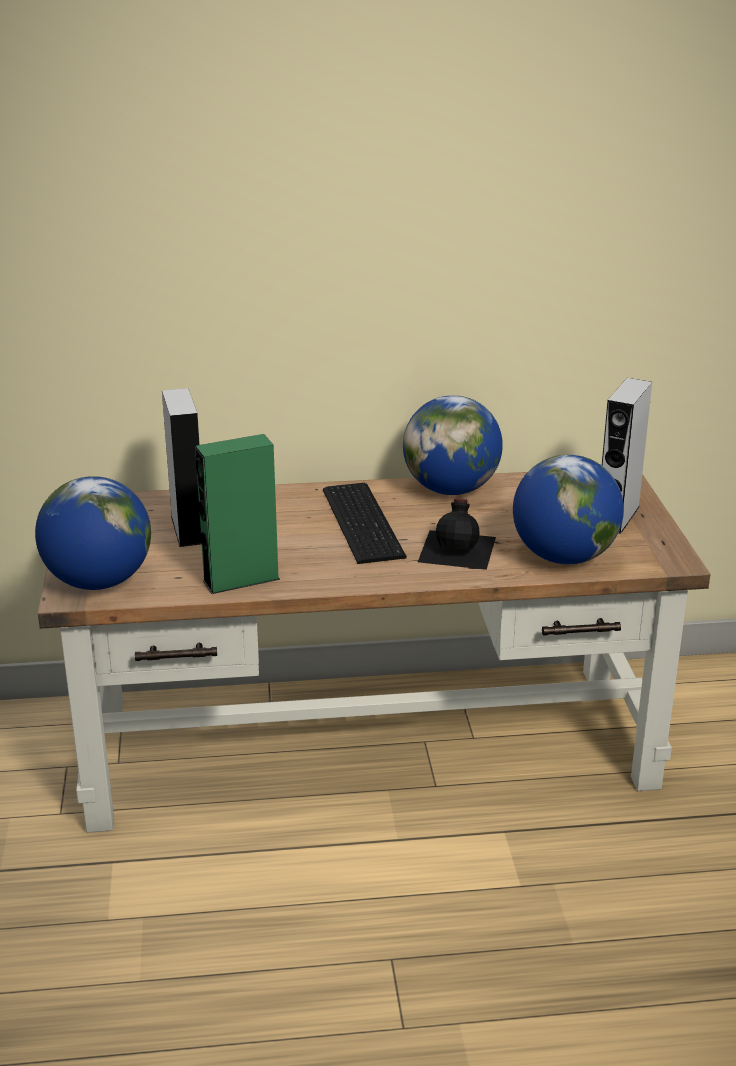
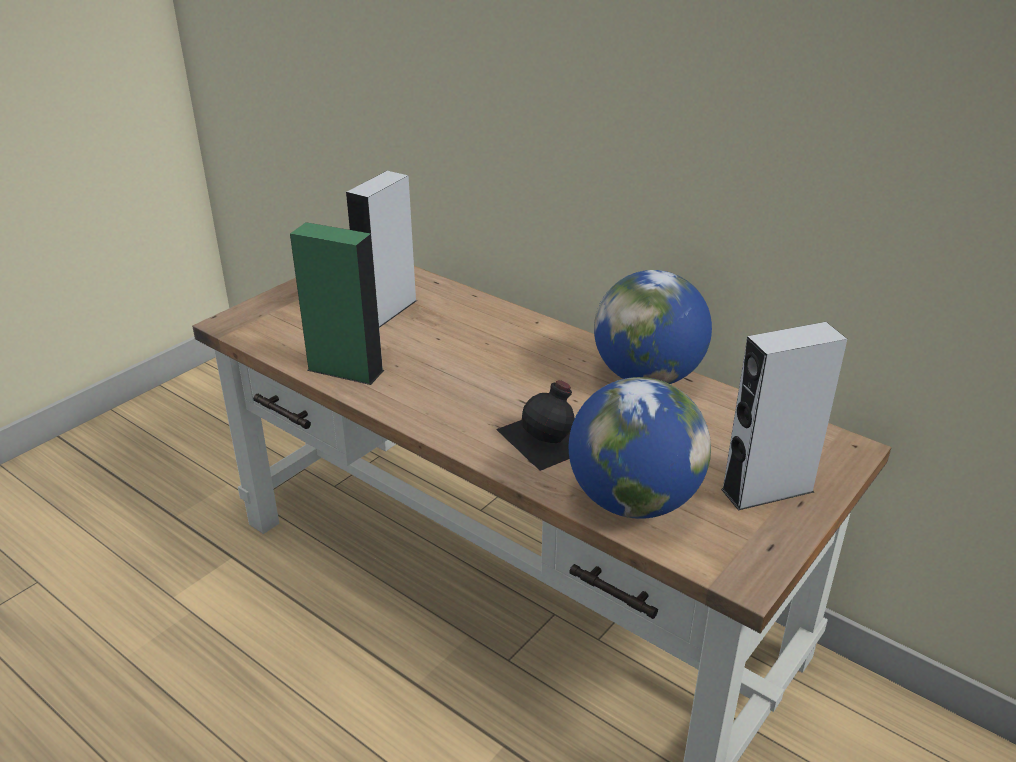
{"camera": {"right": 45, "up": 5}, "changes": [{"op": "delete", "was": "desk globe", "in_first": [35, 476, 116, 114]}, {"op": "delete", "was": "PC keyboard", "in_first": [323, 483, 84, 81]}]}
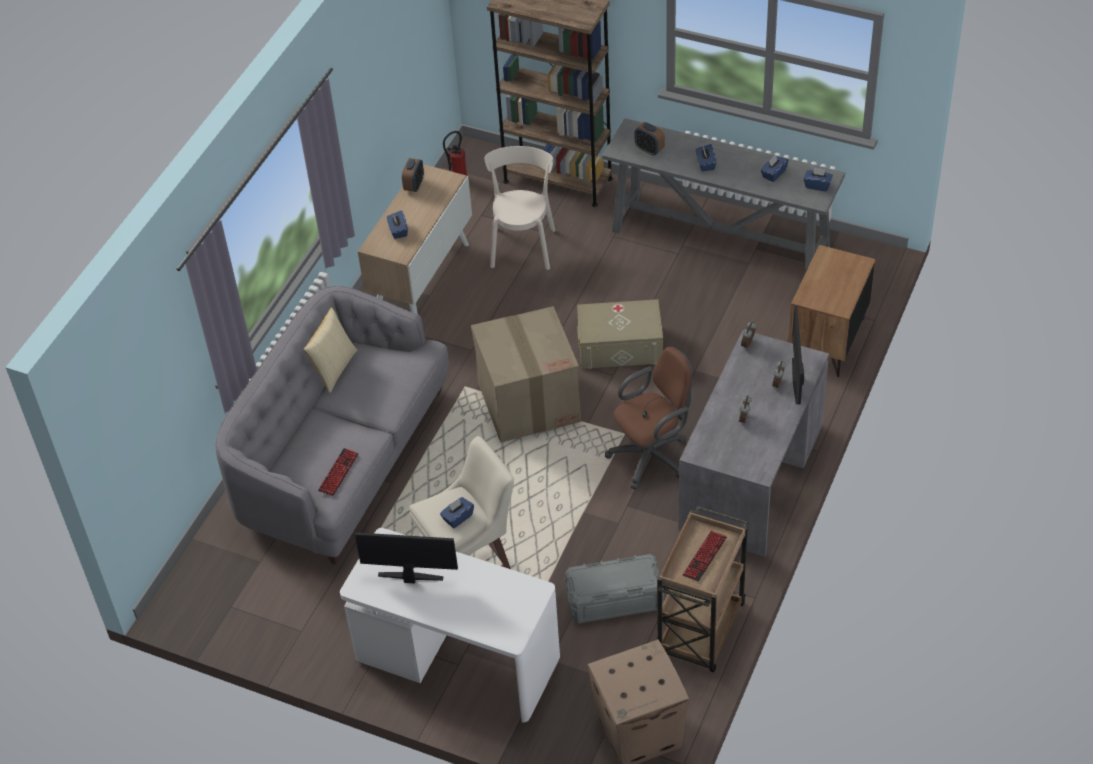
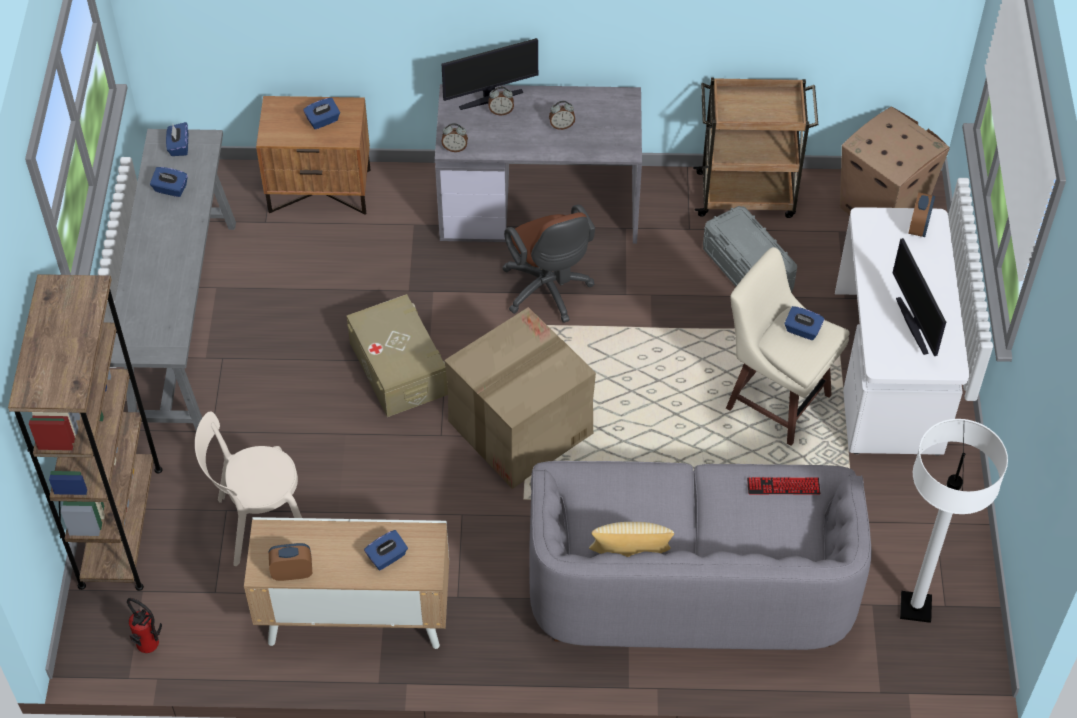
{"camera": {"right": -115, "up": 5}, "changes": [{"op": "move", "was": "bedside clock", "in_first": [634, 122, 31, 34], "in_second": [908, 192, 27, 45]}, {"op": "move", "was": "box of tissues in bluish", "in_first": [696, 144, 20, 27], "in_second": [303, 98, 37, 31]}, {"op": "rotate", "was": "office chair in brown-coloured", "in_first": [605, 347, 88, 143], "in_second": [502, 204, 93, 119], "clockwise": -150}, {"op": "delete", "was": "PC keyboard", "in_first": [683, 531, 44, 51]}, {"op": "insert", "now": "standing lamp in white", "in_second": [900, 419, 108, 204]}]}
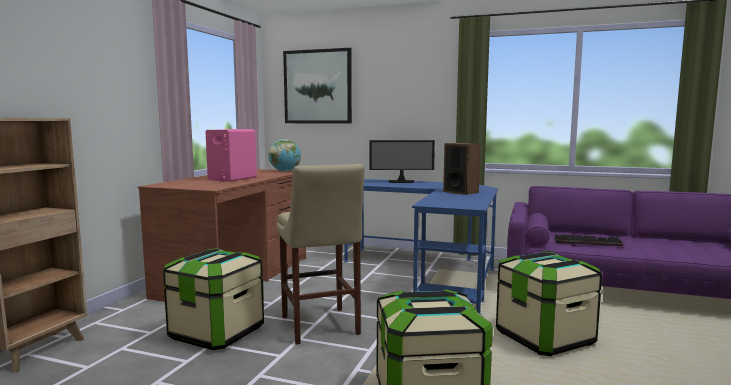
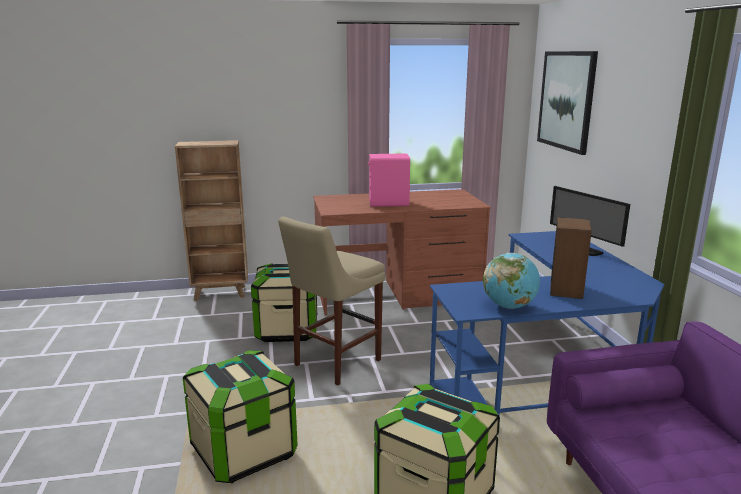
{"camera": {"right": 60, "up": 10}, "changes": [{"op": "move", "was": "desk globe", "in_first": [269, 139, 32, 33], "in_second": [483, 253, 57, 56]}, {"op": "delete", "was": "PC keyboard", "in_first": [554, 234, 69, 12]}]}
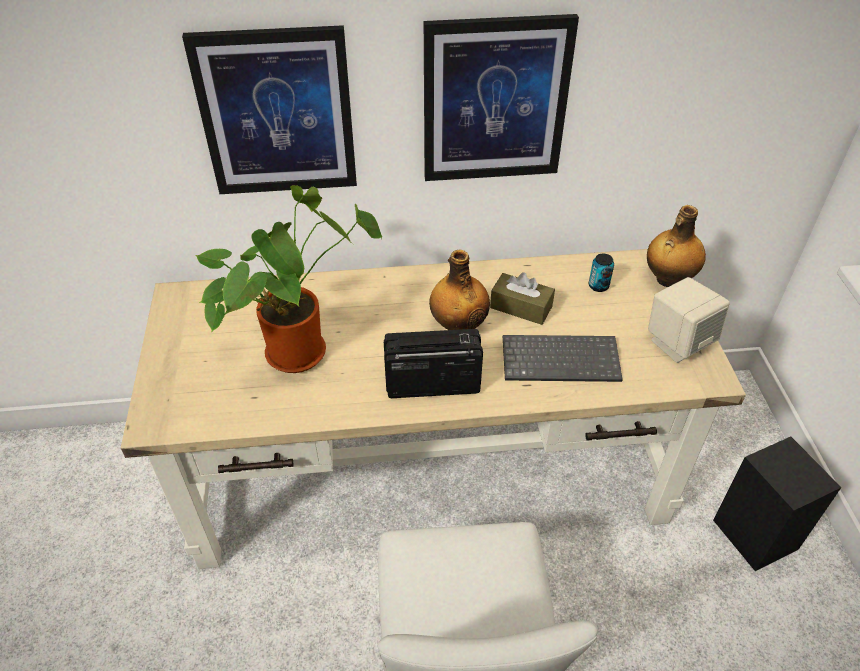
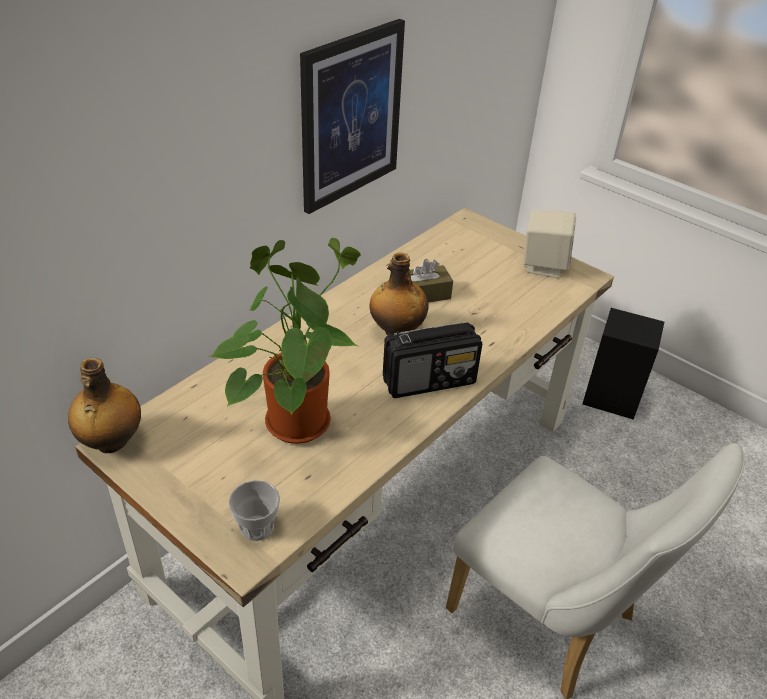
{"camera": {"right": -45, "up": -5}, "changes": [{"op": "delete", "was": "wall art", "in_first": [182, 25, 175, 169]}, {"op": "move", "was": "bottle", "in_first": [647, 205, 59, 82], "in_second": [68, 358, 73, 95]}, {"op": "delete", "was": "sealed can", "in_first": [589, 253, 25, 39]}, {"op": "rotate", "was": "radio receiver", "in_first": [384, 329, 99, 69], "in_second": [383, 322, 99, 76], "clockwise": -150}, {"op": "delete", "was": "PC keyboard", "in_first": [503, 335, 120, 47]}, {"op": "insert", "now": "small cup", "in_second": [229, 480, 51, 61]}]}
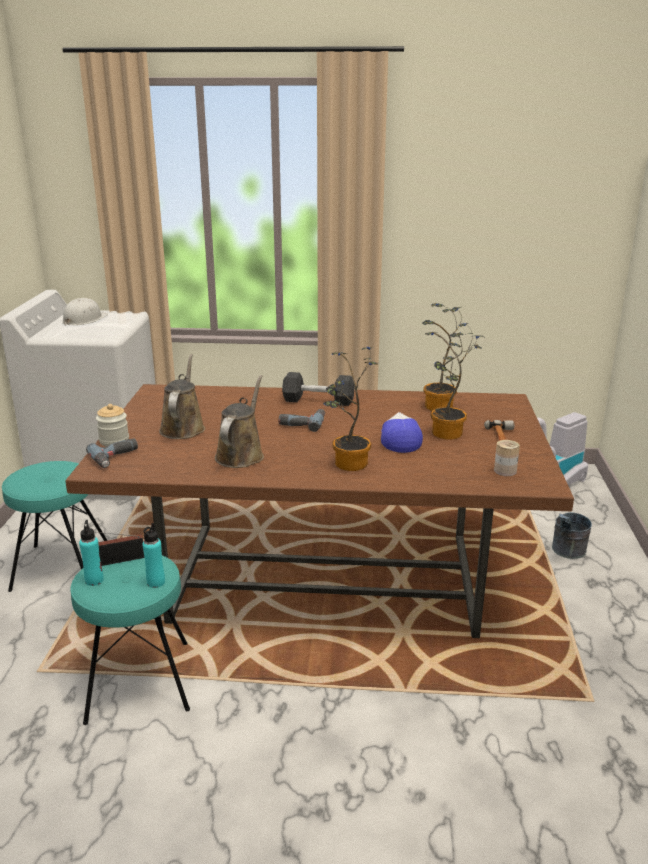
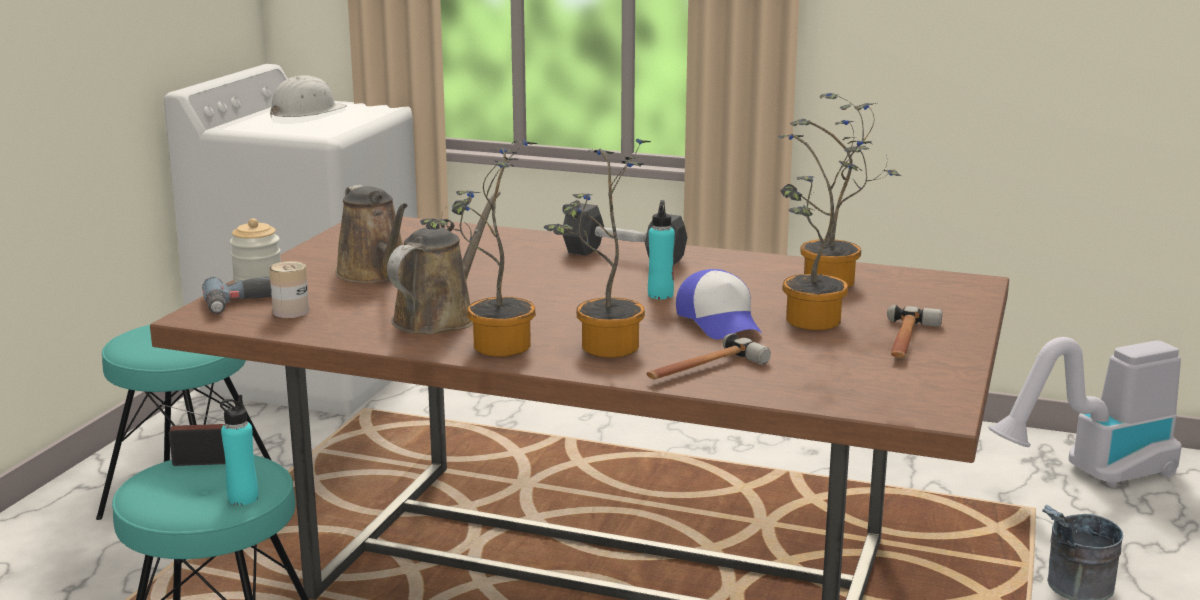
{"camera": {"right": 15, "up": -5}, "changes": [{"op": "rotate", "was": "watering pot in brown-coloured", "in_first": [159, 354, 46, 85], "in_second": [335, 185, 73, 98], "clockwise": 135}, {"op": "delete", "was": "drill", "in_first": [279, 409, 46, 23]}, {"op": "rotate", "was": "cap", "in_first": [381, 412, 42, 41], "in_second": [676, 269, 86, 70], "clockwise": 150}, {"op": "move", "was": "sealed can", "in_first": [494, 440, 26, 36], "in_second": [269, 261, 40, 57]}, {"op": "move", "was": "bottle in blue-green", "in_first": [79, 520, 25, 66], "in_second": [648, 200, 27, 99]}, {"op": "insert", "now": "potted plant", "in_second": [420, 140, 118, 217]}, {"op": "insert", "now": "tool hammer", "in_second": [647, 334, 124, 45]}]}
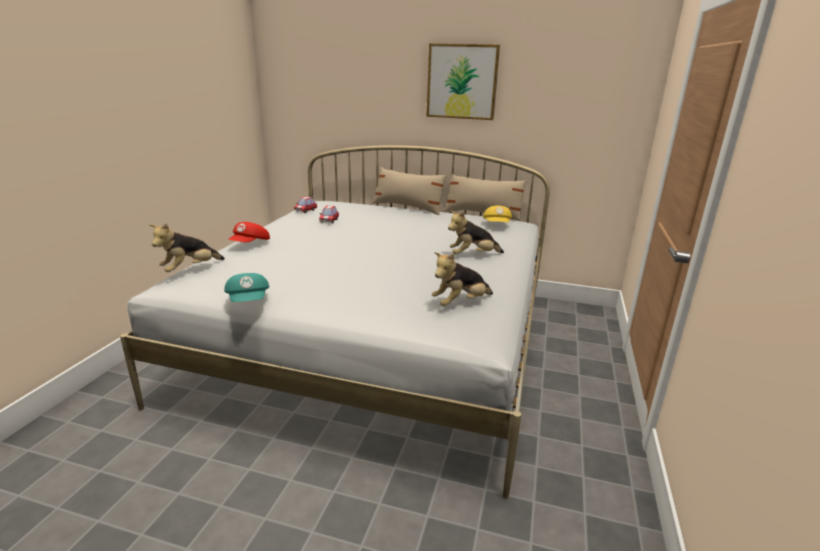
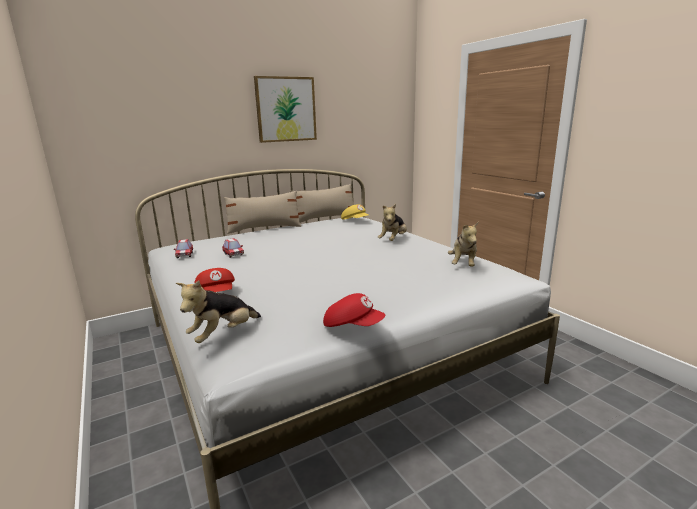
{"camera": {"right": -45, "up": -5}, "changes": [{"op": "rotate", "was": "plush toy", "in_first": [149, 223, 76, 49], "in_second": [176, 281, 85, 62], "clockwise": 45}, {"op": "recolor", "was": "cap in blue-green", "now": "cap in red-coloured", "in_first": [224, 273, 45, 29], "in_second": [323, 293, 63, 34]}]}
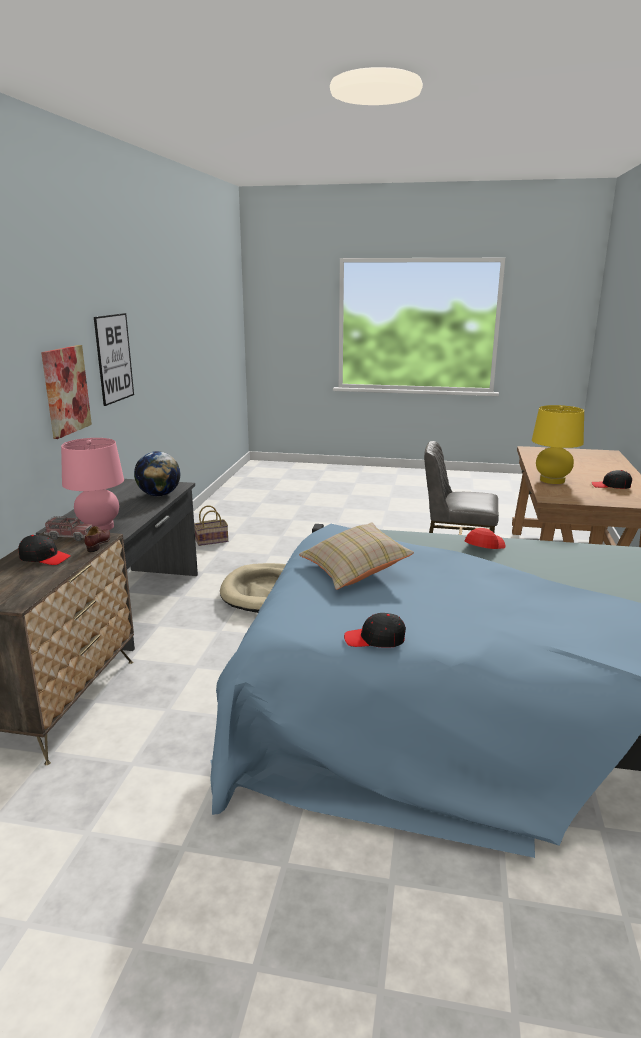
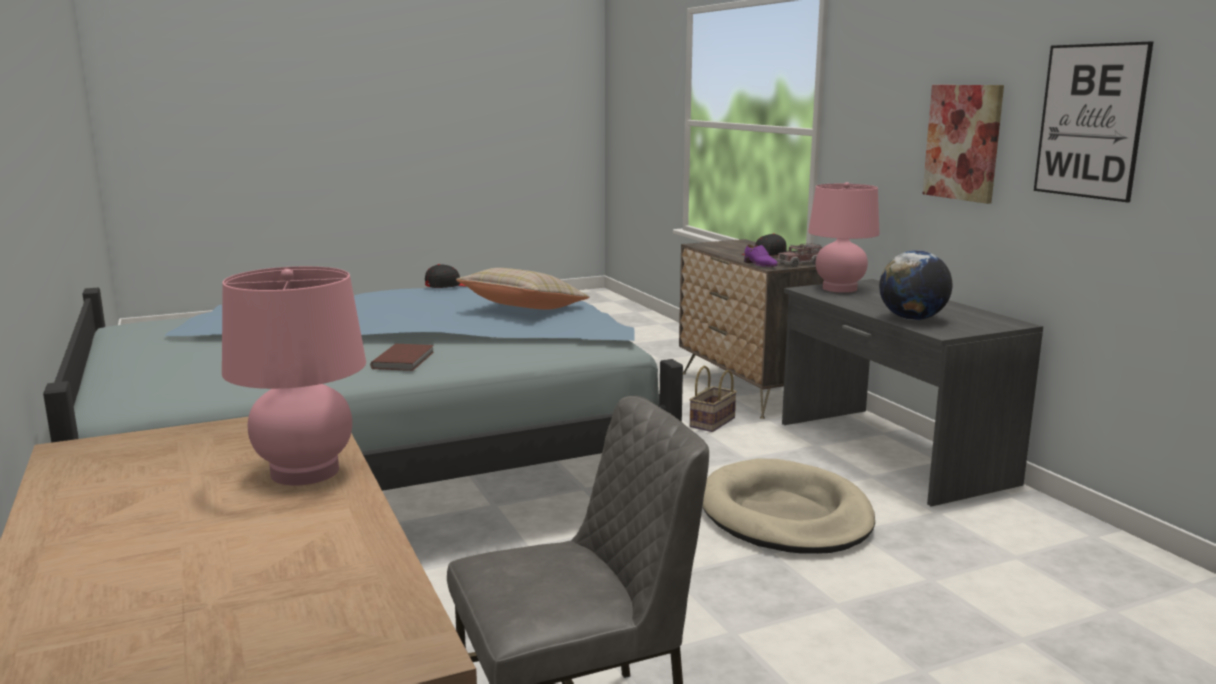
{"camera": {"right": 145, "up": -5}, "changes": [{"op": "recolor", "was": "tabletop lamp in yellow-coloured", "now": "tabletop lamp in pinkish", "in_first": [532, 405, 52, 79], "in_second": [222, 266, 144, 220]}, {"op": "delete", "was": "cap in blackish", "in_first": [591, 470, 41, 19]}, {"op": "move", "was": "basket", "in_first": [194, 505, 34, 41], "in_second": [689, 366, 48, 66]}, {"op": "recolor", "was": "shoe in brown-coloured", "now": "shoe in purple-coloured", "in_first": [85, 526, 25, 26], "in_second": [744, 244, 34, 23]}, {"op": "replace", "was": "cap in red-coloured", "now": "bound book in brown-coloured", "in_first": [465, 528, 41, 21], "in_second": [370, 344, 64, 27]}]}
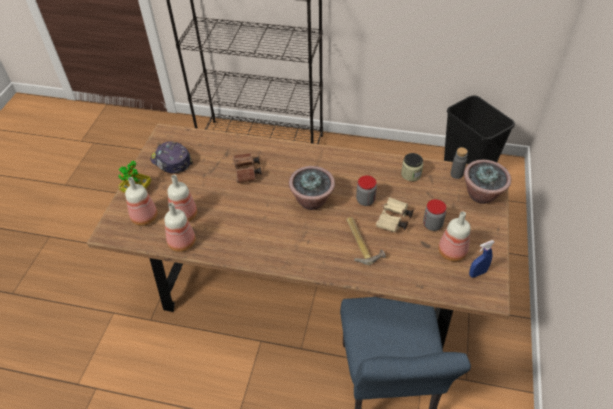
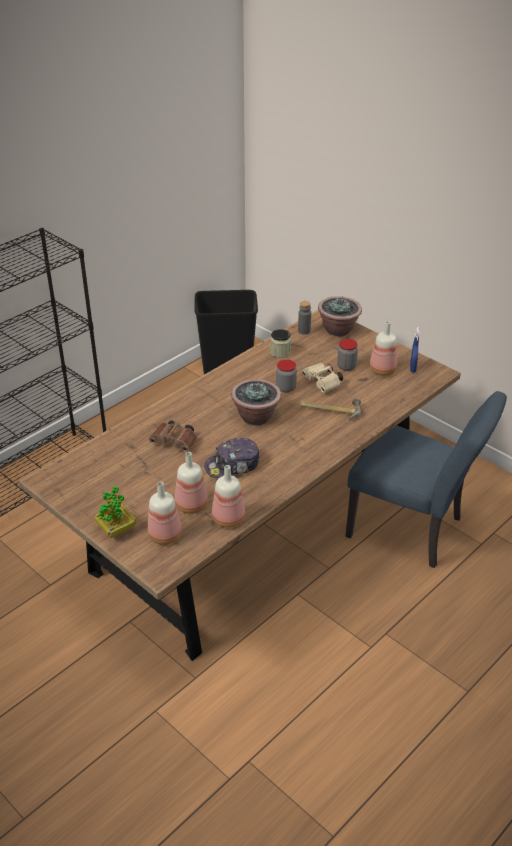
{"camera": {"right": -60, "up": -10}, "changes": [{"op": "move", "was": "cap", "in_first": [150, 141, 43, 33], "in_second": [204, 438, 55, 40]}]}
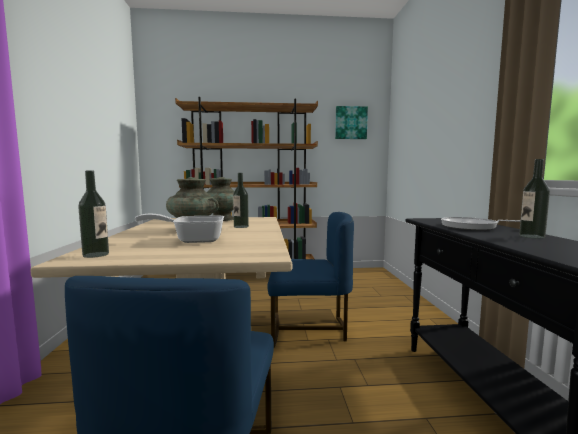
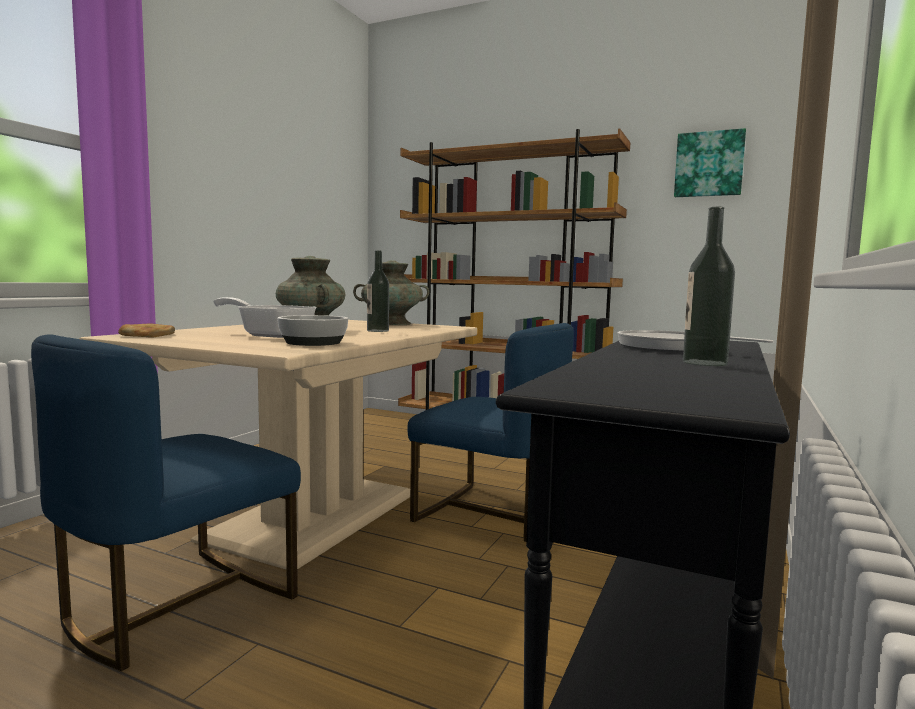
{"camera": {"right": 30, "up": 0}, "changes": [{"op": "replace", "was": "bottle", "now": "bread", "in_first": [78, 171, 31, 87], "in_second": [118, 324, 57, 14]}, {"op": "insert", "now": "deep dish", "in_second": [277, 315, 71, 31]}]}
